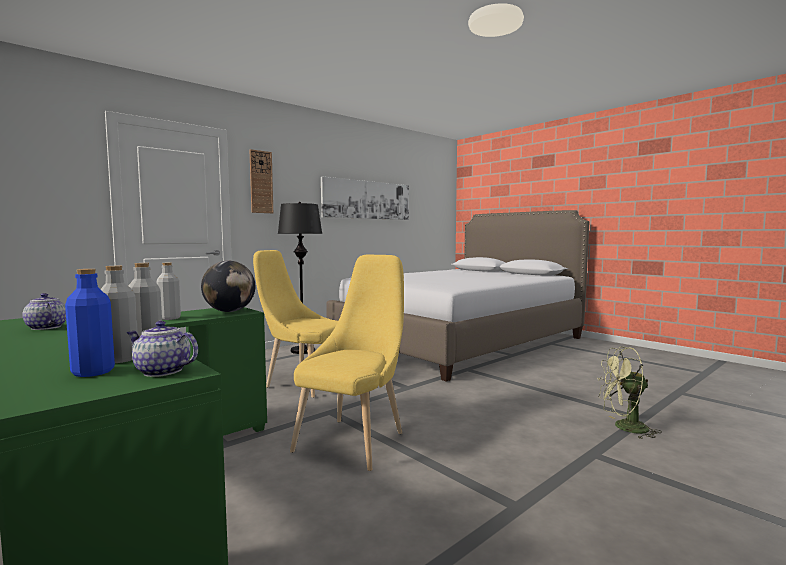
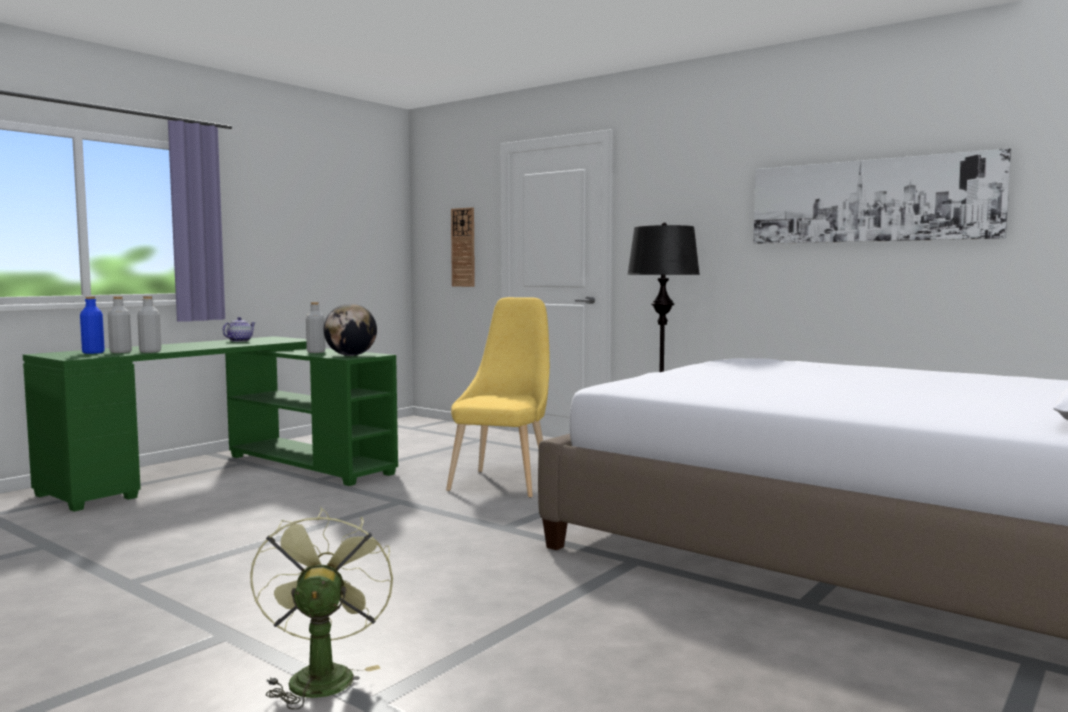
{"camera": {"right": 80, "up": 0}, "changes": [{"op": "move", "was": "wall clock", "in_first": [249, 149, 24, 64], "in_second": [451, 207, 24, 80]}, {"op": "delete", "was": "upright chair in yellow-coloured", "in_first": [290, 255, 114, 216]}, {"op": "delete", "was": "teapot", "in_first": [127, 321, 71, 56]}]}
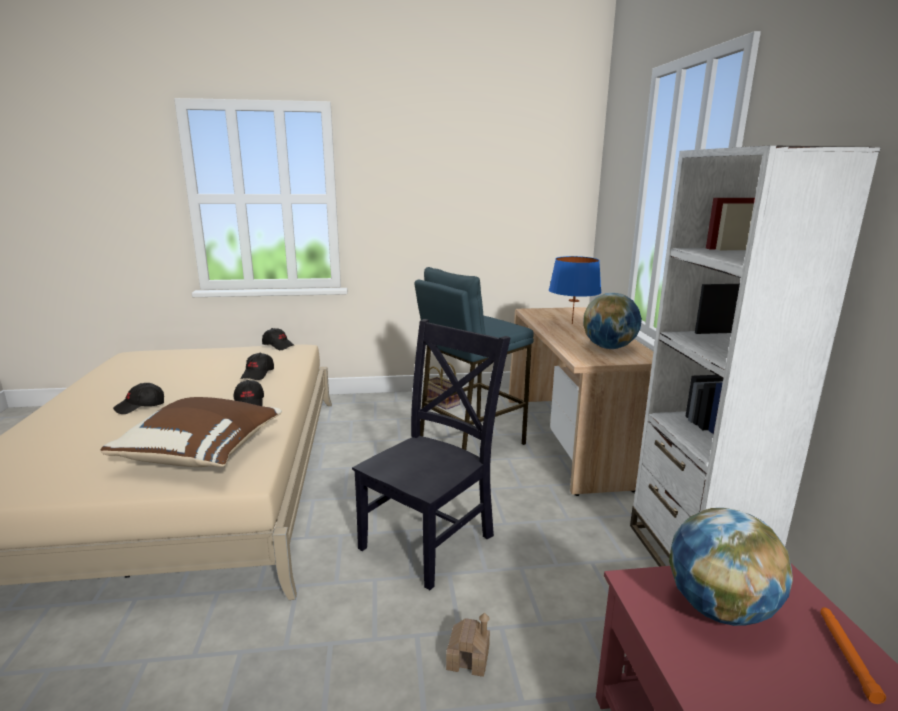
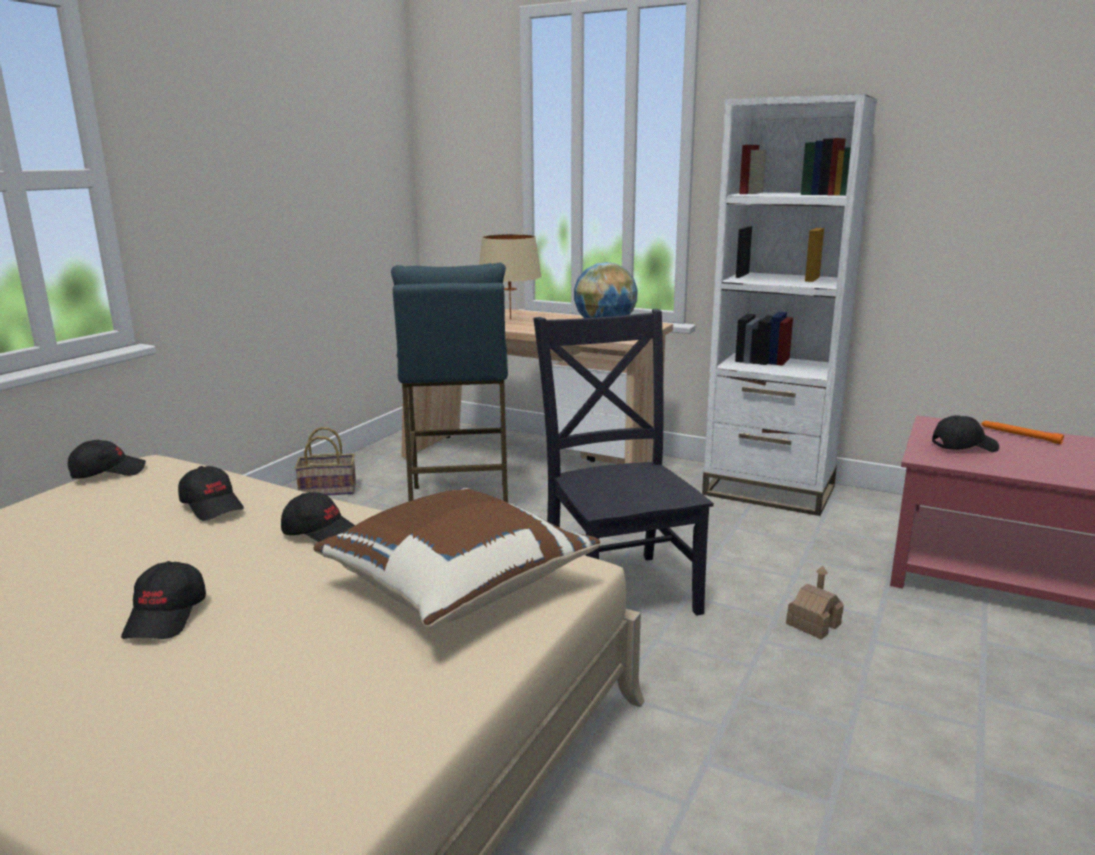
{"camera": {"right": -55, "up": 0}, "changes": [{"op": "recolor", "was": "tabletop lamp in bluish", "now": "tabletop lamp in sand-coloured", "in_first": [549, 256, 53, 68], "in_second": [479, 234, 63, 85]}, {"op": "replace", "was": "desk globe", "now": "cap in blackish", "in_first": [669, 508, 124, 118], "in_second": [932, 415, 67, 37]}]}
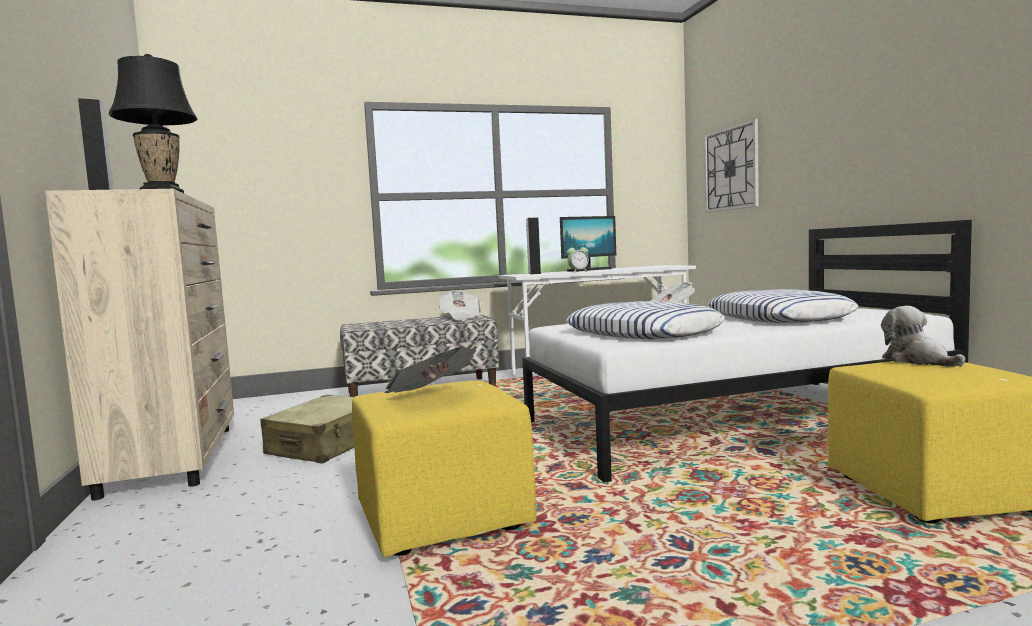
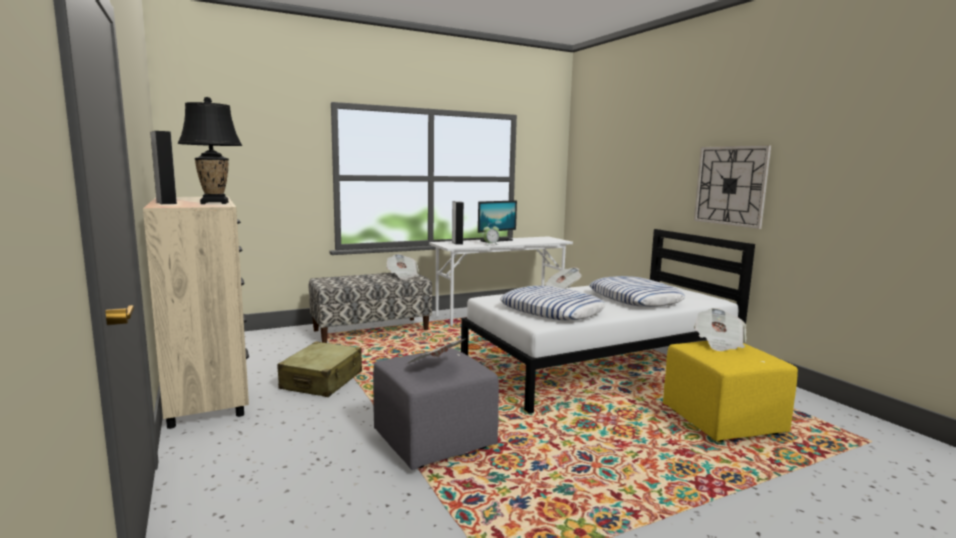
{"camera": {"right": -10, "up": 5}, "changes": [{"op": "move", "was": "wall clock", "in_first": [704, 119, 55, 93], "in_second": [694, 145, 77, 84]}, {"op": "replace", "was": "plush toy", "now": "daily paper", "in_first": [881, 306, 84, 61], "in_second": [694, 308, 52, 43]}, {"op": "recolor", "was": "ottoman in yellow-coloured", "now": "ottoman in gray", "in_first": [352, 380, 185, 177], "in_second": [373, 348, 126, 122]}]}
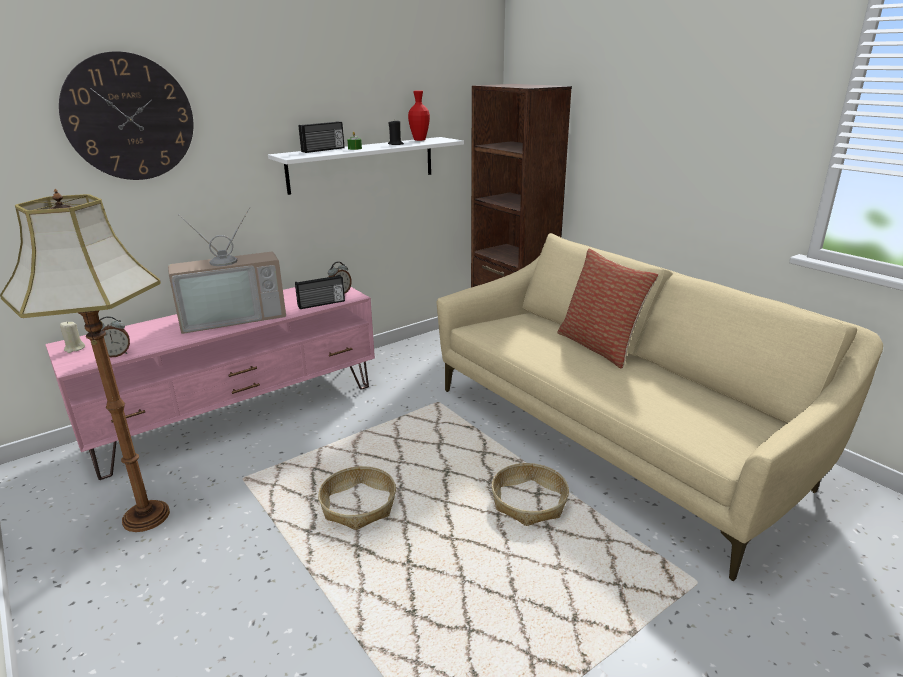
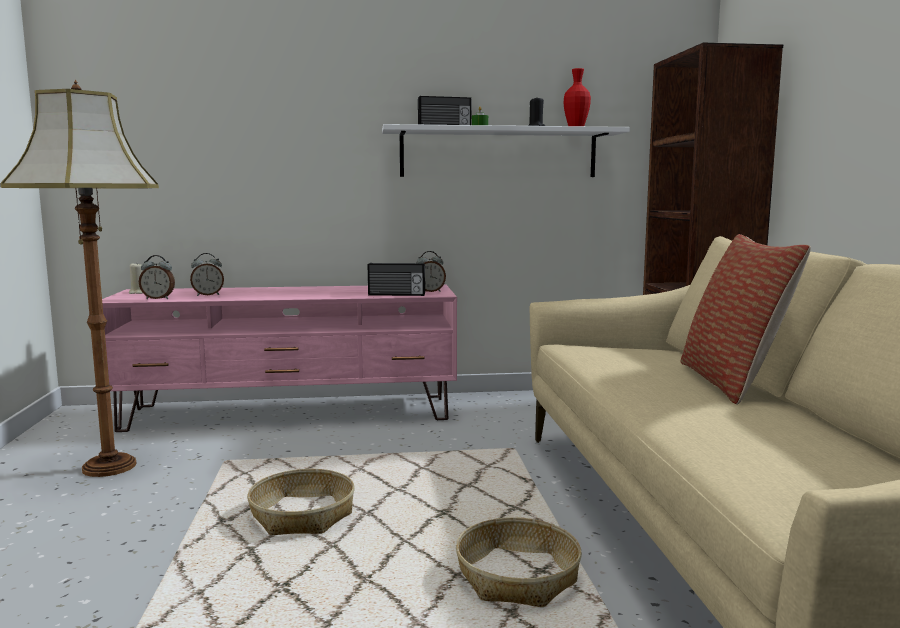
{"camera": {"right": 30, "up": -15}, "changes": [{"op": "delete", "was": "wall clock", "in_first": [59, 51, 134, 129]}, {"op": "delete", "was": "television", "in_first": [168, 207, 118, 127]}, {"op": "insert", "now": "bedside clock", "in_second": [190, 253, 34, 43]}]}
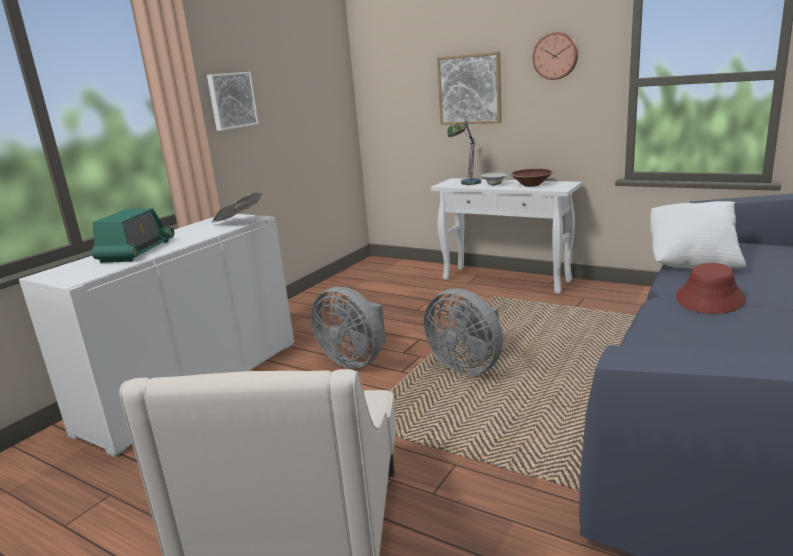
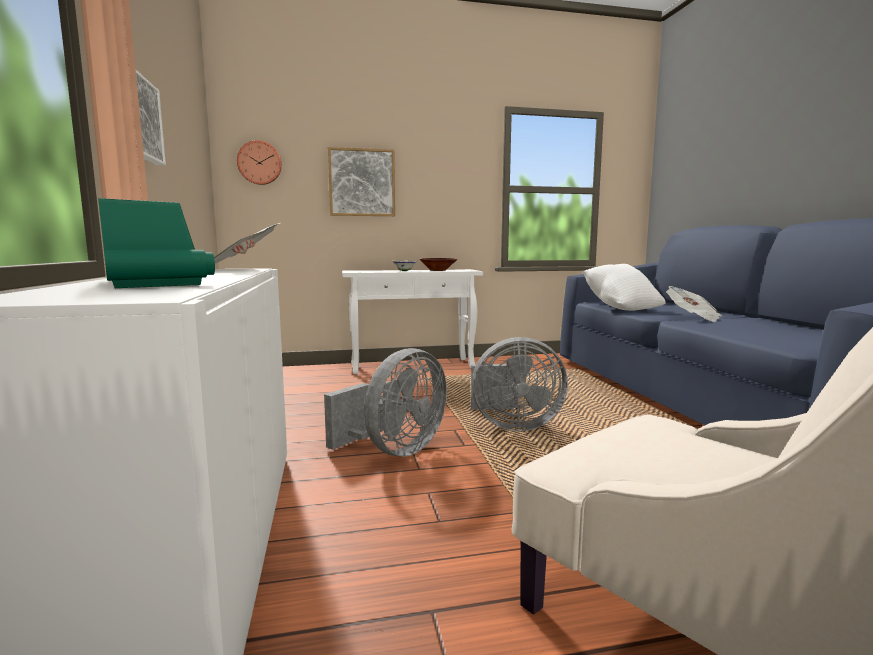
{"camera": {"right": -45, "up": -10}, "changes": [{"op": "move", "was": "wall clock", "in_first": [533, 32, 45, 48], "in_second": [237, 140, 45, 45]}, {"op": "delete", "was": "tabletop lamp", "in_first": [447, 117, 34, 68]}, {"op": "replace", "was": "clothing hat in red-coloured", "now": "daily paper", "in_first": [676, 263, 70, 51], "in_second": [666, 286, 56, 36]}, {"op": "rotate", "was": "electric fan in gray", "in_first": [311, 287, 75, 82], "in_second": [324, 348, 123, 109], "clockwise": -45}]}
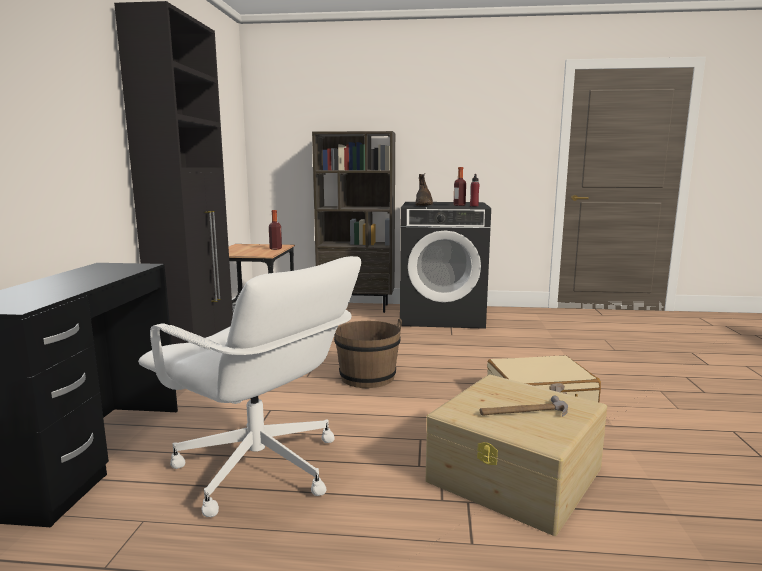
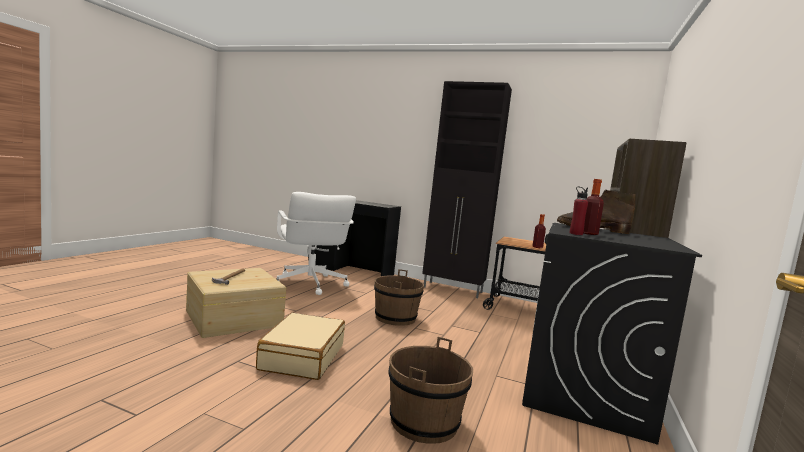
{"camera": {"right": 105, "up": -5}, "changes": [{"op": "rotate", "was": "office chair in white", "in_first": [138, 256, 223, 261], "in_second": [277, 192, 79, 103], "clockwise": -75}, {"op": "insert", "now": "bucket in brown-coloured", "in_second": [388, 337, 85, 107]}]}
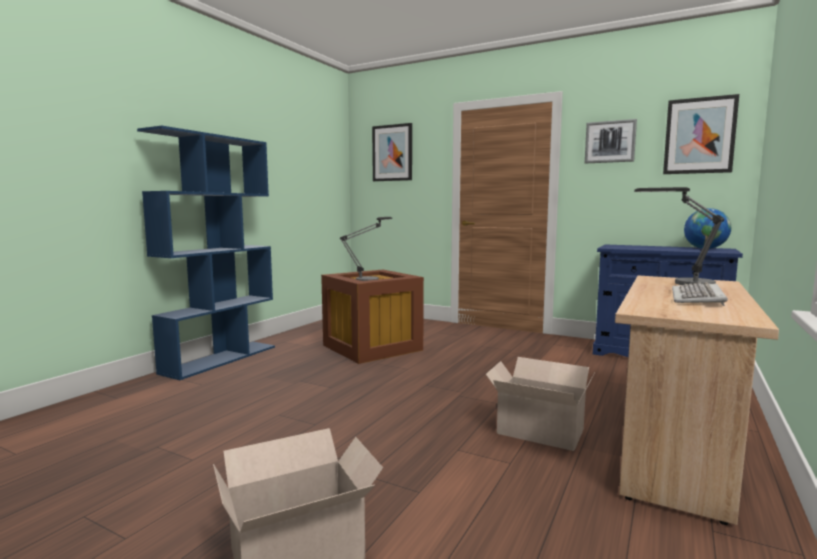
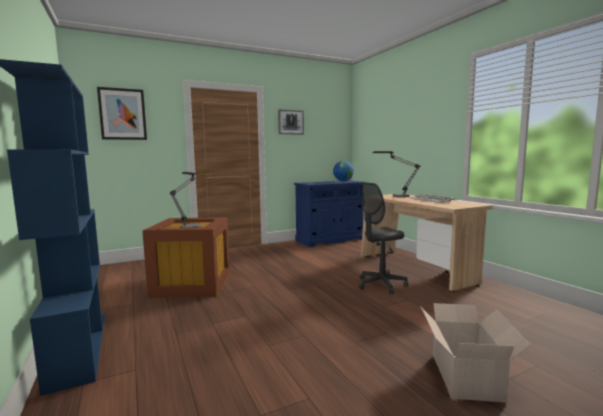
{"camera": {"right": -55, "up": 0}, "changes": [{"op": "delete", "was": "wall art", "in_first": [663, 94, 76, 80]}, {"op": "replace", "was": "carton", "now": "office chair in gray", "in_first": [486, 357, 109, 94], "in_second": [359, 182, 49, 112]}]}
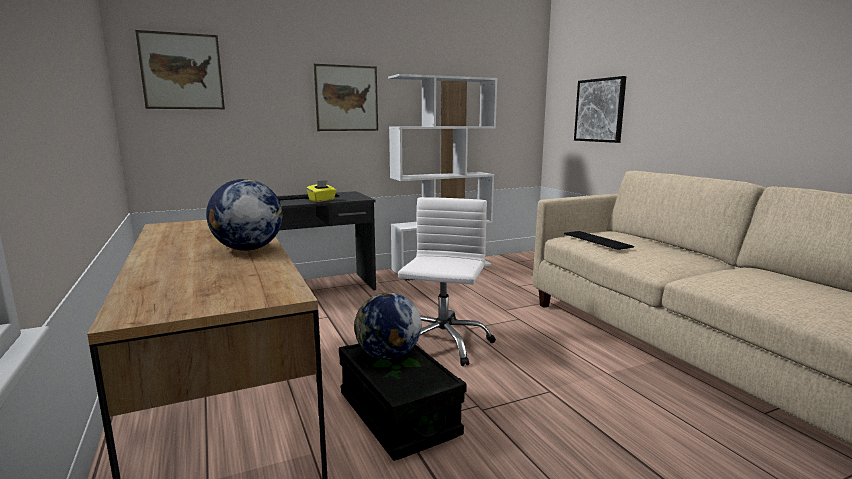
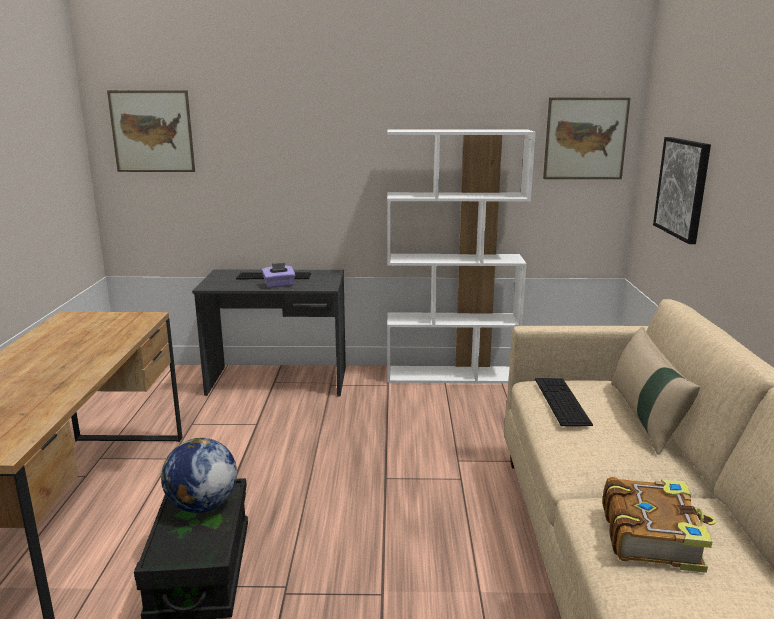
{"camera": {"right": 25, "up": 5}, "changes": [{"op": "move", "was": "wall art", "in_first": [314, 64, 64, 67], "in_second": [543, 98, 87, 81]}, {"op": "delete", "was": "desk globe", "in_first": [206, 179, 77, 72]}, {"op": "recolor", "was": "box of tissues in yellow-coloured", "now": "box of tissues in purple-coloured", "in_first": [306, 180, 31, 22], "in_second": [262, 263, 33, 25]}, {"op": "delete", "was": "office chair in white", "in_first": [398, 197, 98, 169]}, {"op": "insert", "now": "pillow in sand-coloured", "in_second": [611, 327, 89, 128]}, {"op": "insert", "now": "bound book", "in_second": [603, 477, 113, 96]}]}
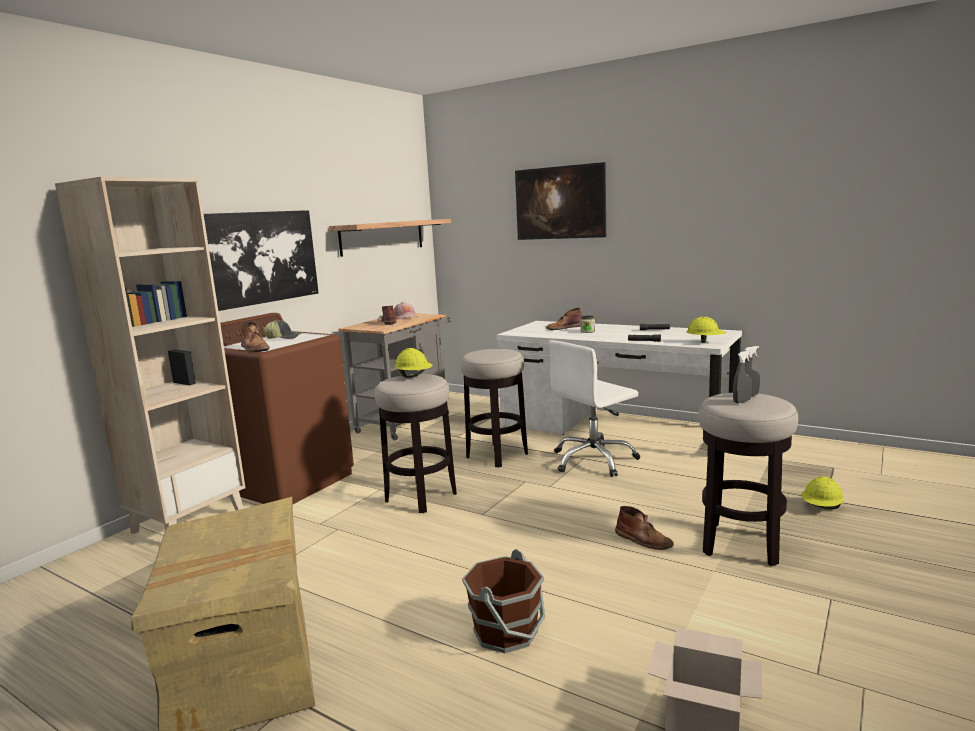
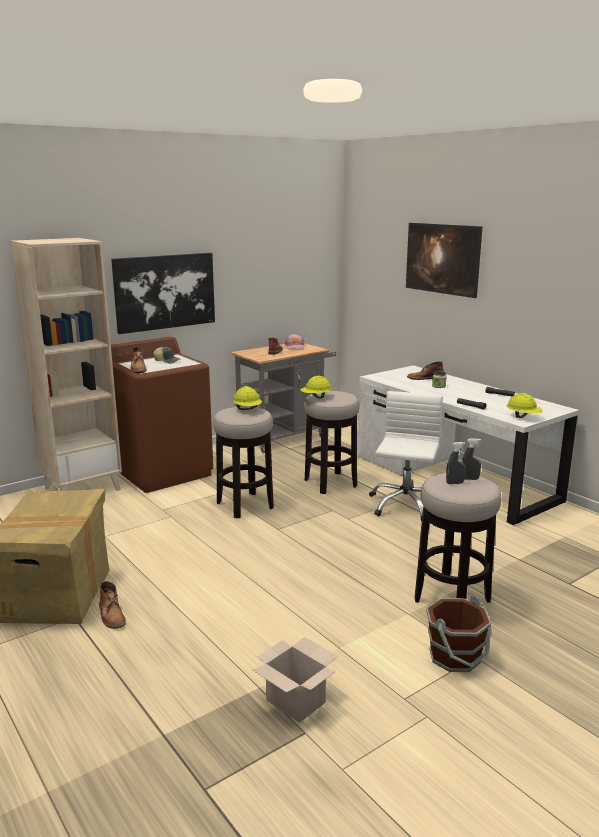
{"camera": {"right": 20, "up": 5}, "changes": [{"op": "delete", "was": "shelf", "in_first": [329, 219, 122, 38]}, {"op": "rotate", "was": "office chair in white", "in_first": [549, 340, 91, 137], "in_second": [369, 391, 74, 131], "clockwise": 120}, {"op": "move", "was": "work helmet in yellow-coloured", "in_first": [801, 476, 43, 33], "in_second": [300, 376, 32, 22]}, {"op": "move", "was": "high-top boot in brown-coloured", "in_first": [615, 506, 59, 44], "in_second": [99, 581, 27, 48]}, {"op": "move", "was": "bucket in brown-coloured", "in_first": [462, 549, 83, 104], "in_second": [426, 595, 65, 77]}]}
